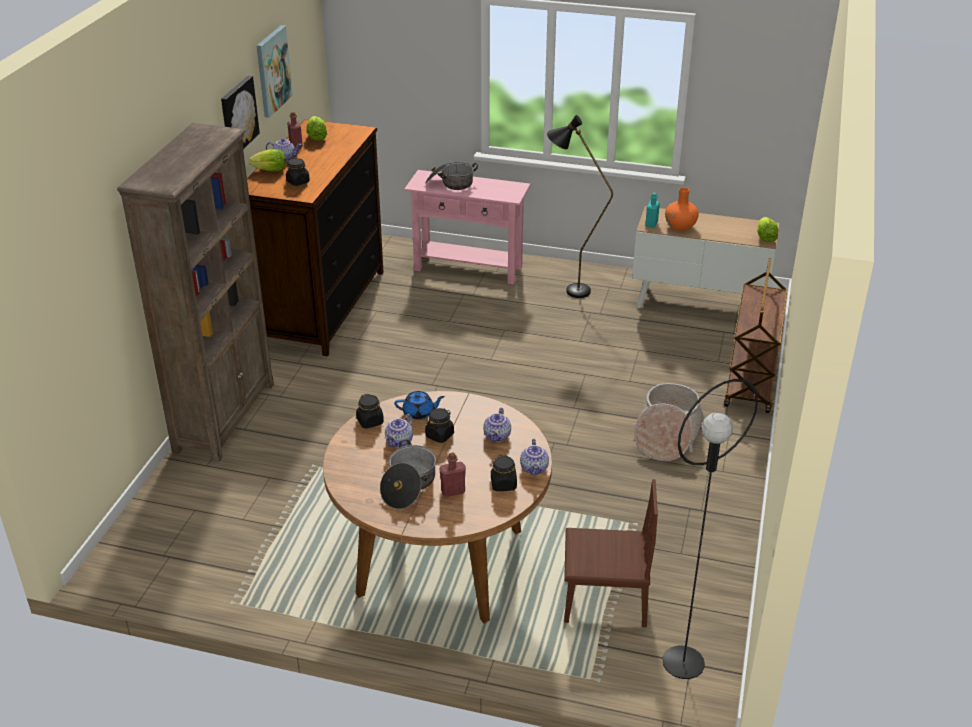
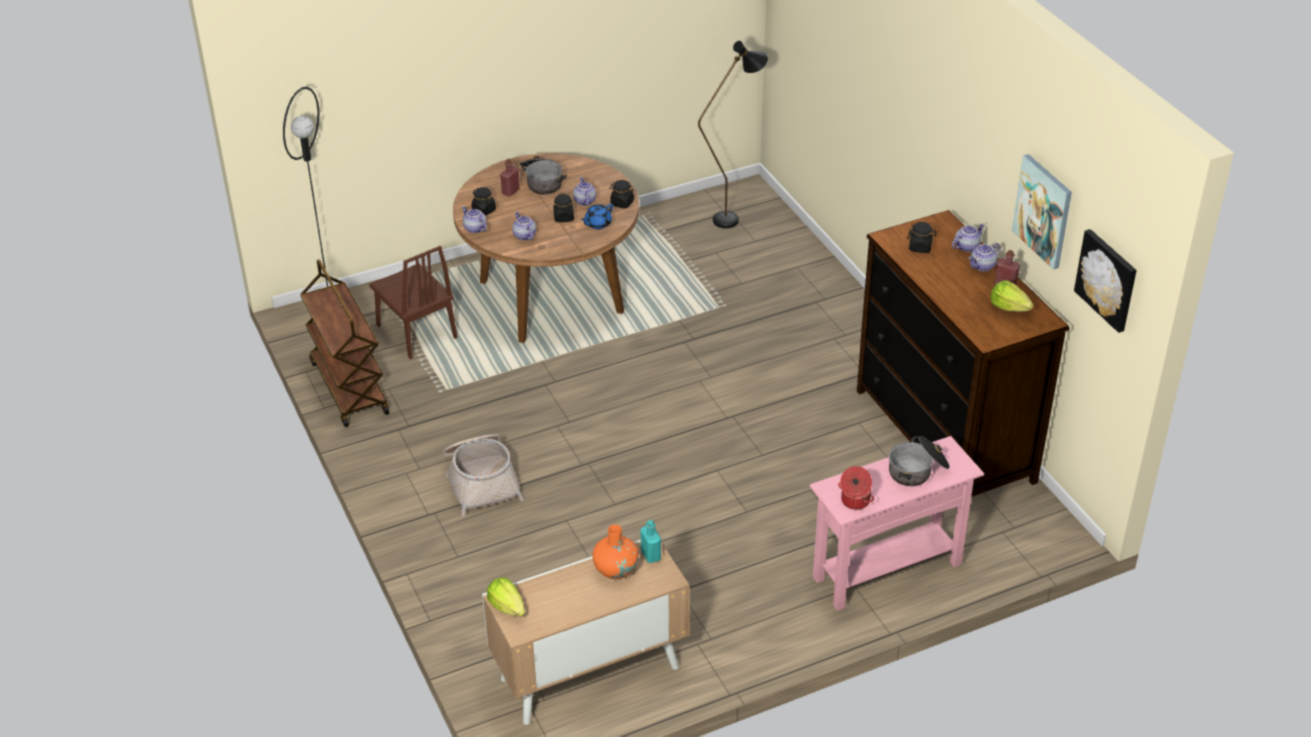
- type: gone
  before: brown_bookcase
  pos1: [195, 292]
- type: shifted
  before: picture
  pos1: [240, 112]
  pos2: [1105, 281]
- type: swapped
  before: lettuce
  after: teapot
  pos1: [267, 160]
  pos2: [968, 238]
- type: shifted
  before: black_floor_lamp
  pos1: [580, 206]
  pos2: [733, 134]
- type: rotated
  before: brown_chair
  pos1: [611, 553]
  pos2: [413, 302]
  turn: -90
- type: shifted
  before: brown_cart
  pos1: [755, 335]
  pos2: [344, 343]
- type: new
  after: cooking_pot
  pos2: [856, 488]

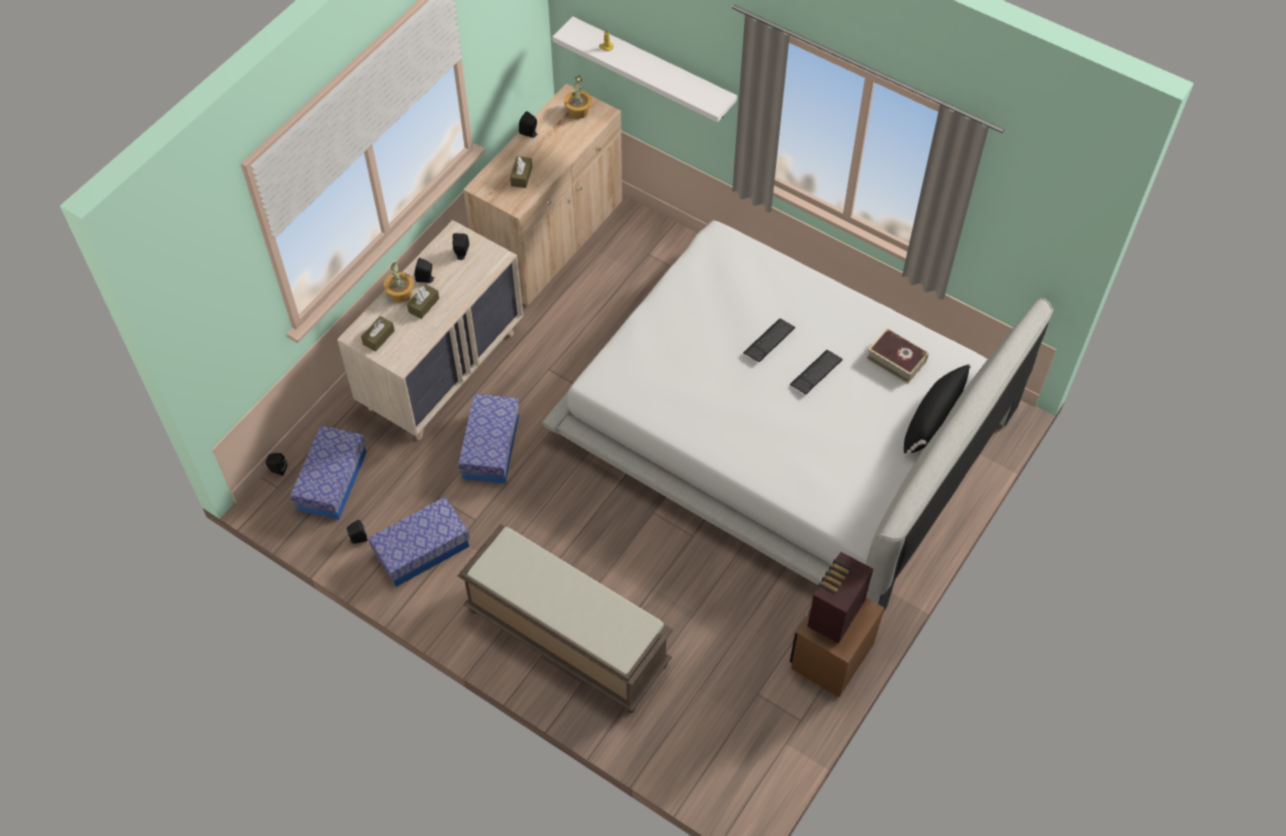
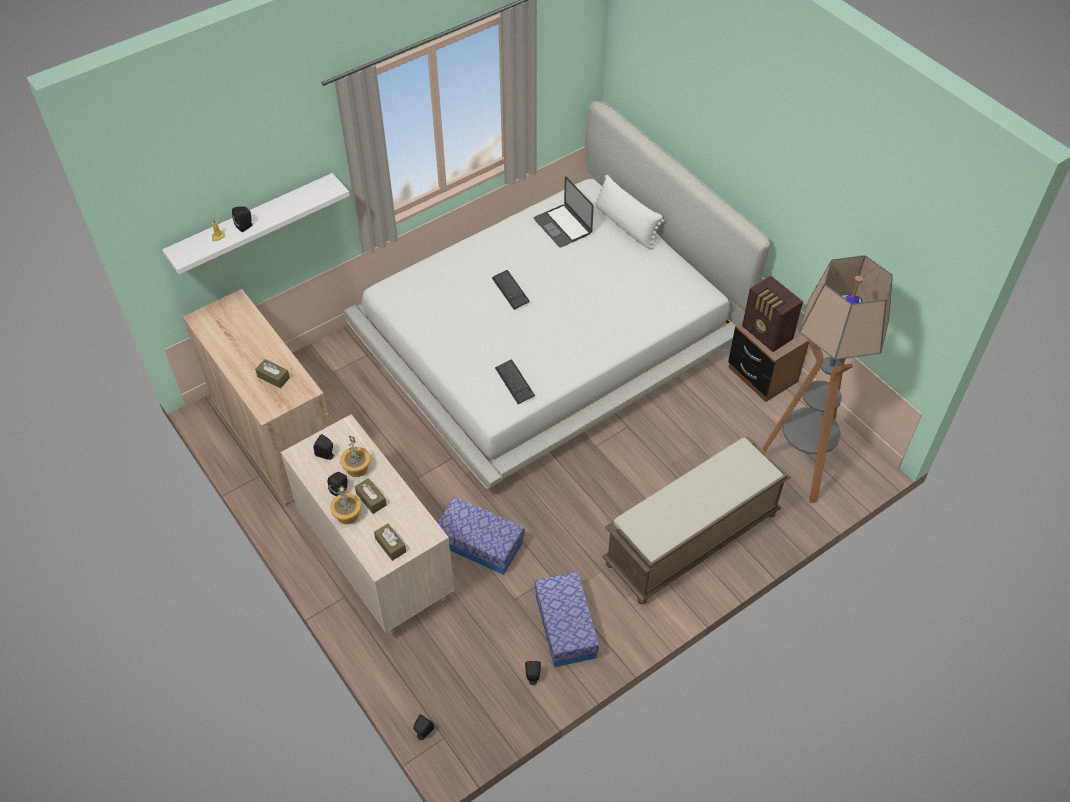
- type: gone
  before: storage_box
  pos1: [328, 472]
- type: shifted
  before: black_speaker
  pos1: [528, 124]
  pos2: [242, 219]
- type: shifted
  before: potted_plant
  pos1: [578, 97]
  pos2: [355, 456]
- type: shifted
  before: keyboard
  pos1: [816, 372]
  pos2: [515, 381]
- type: swapped
  before: book
  after: laptop
  pos1: [897, 355]
  pos2: [564, 211]
- type: repainted
  before: black_pillow
  after: white_pillow
  pos1: [938, 411]
  pos2: [630, 212]
- type: new
  after: floor_lamp
  pos2: [827, 379]

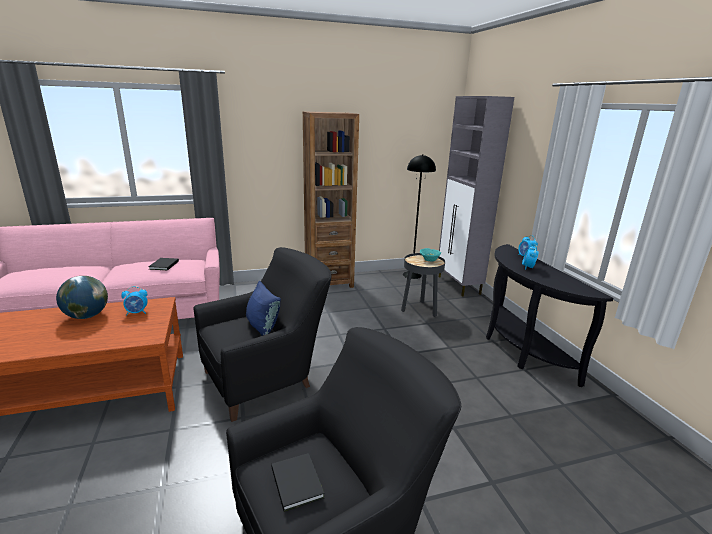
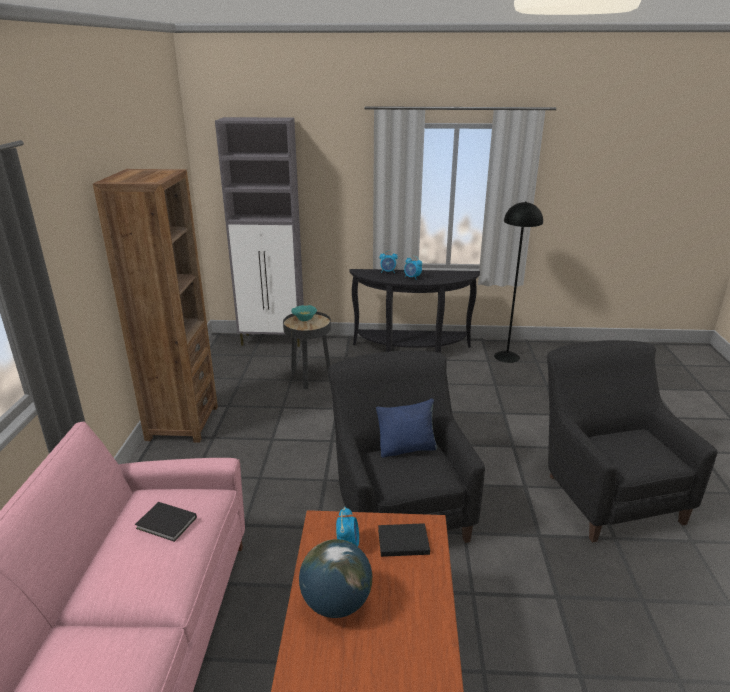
- type: shifted
  before: black_book
  pos1: [298, 482]
  pos2: [404, 540]
- type: shifted
  before: black_floor_lamp
  pos1: [419, 216]
  pos2: [518, 282]

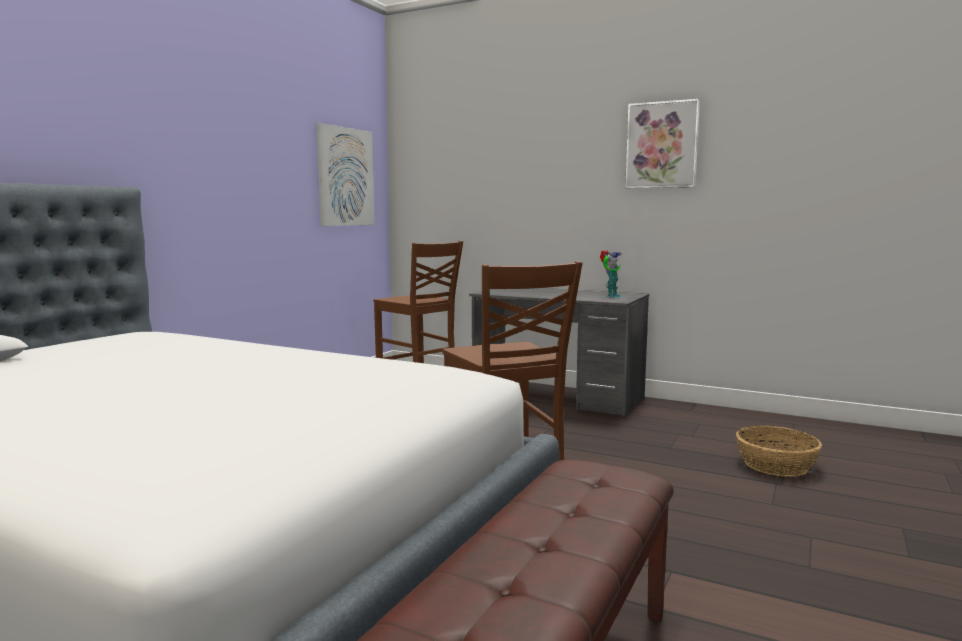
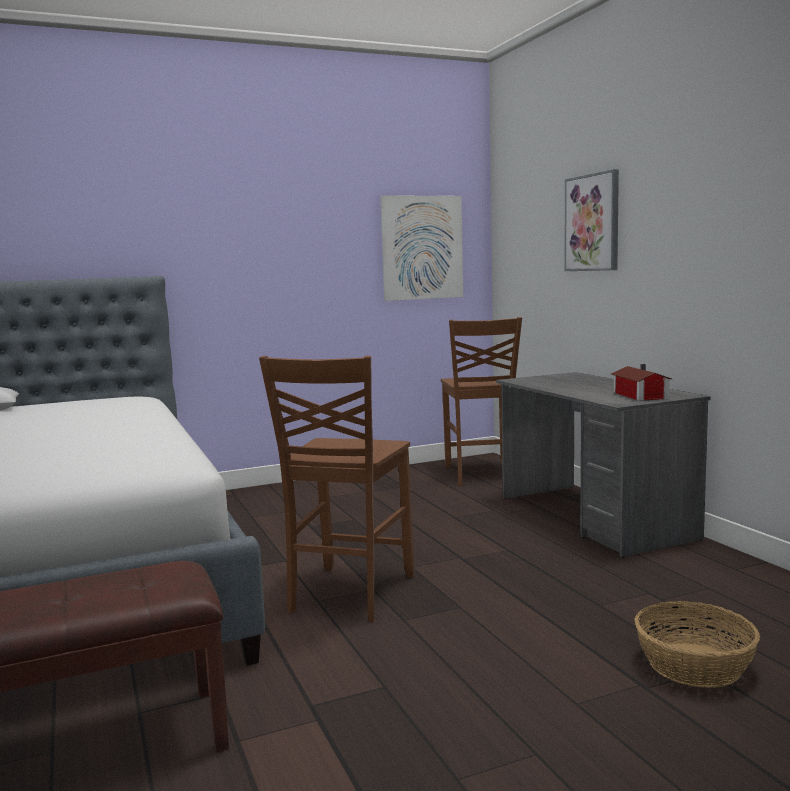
- type: swapped
  before: toy_robot
  after: toy_house
  pos1: [611, 274]
  pos2: [642, 382]
- type: shifted
  before: picture
  pos1: [662, 143]
  pos2: [592, 220]

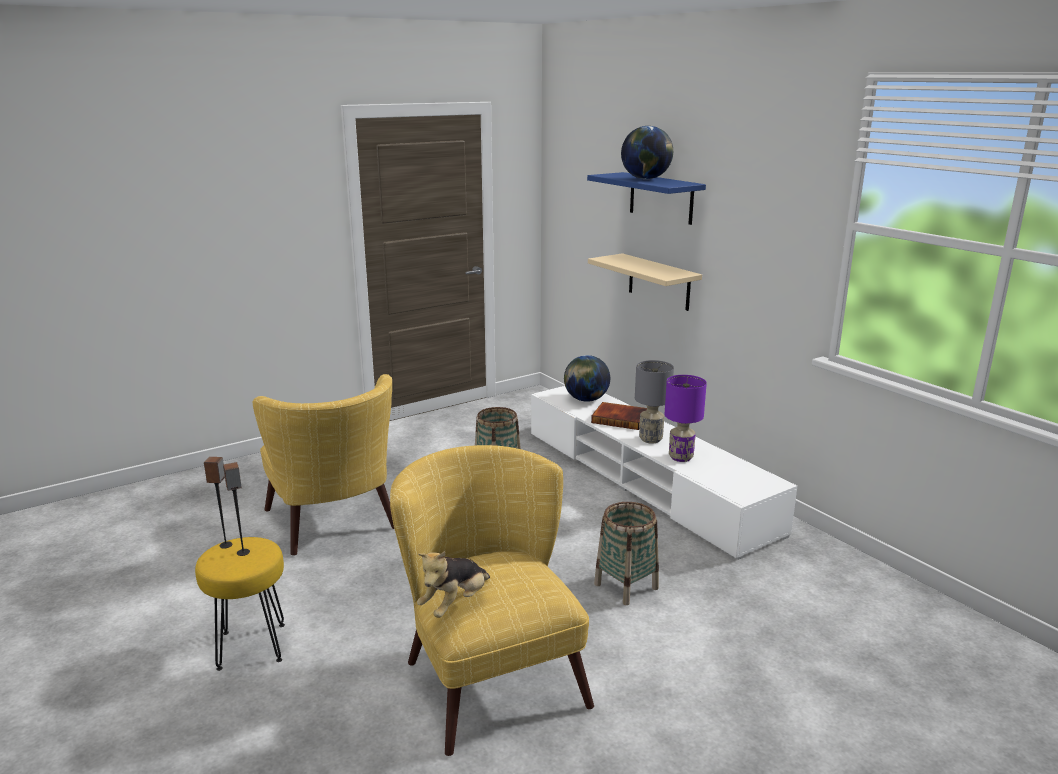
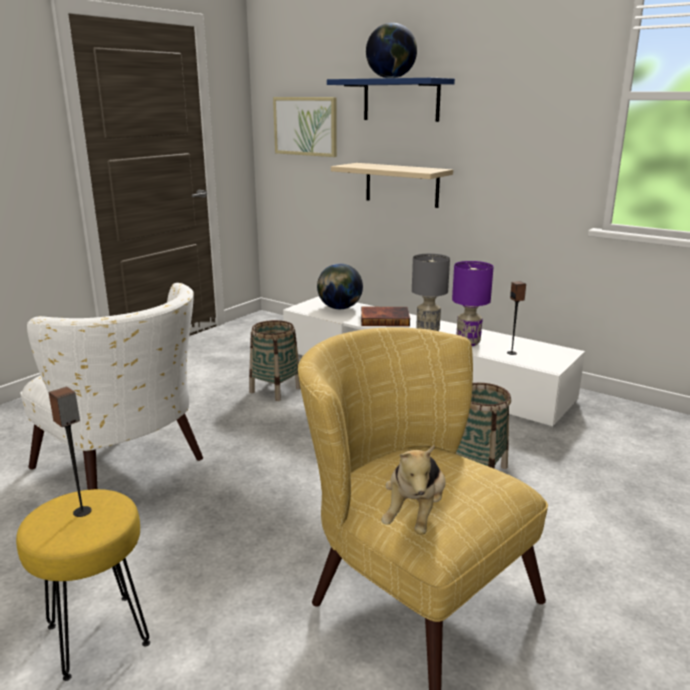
- type: shifted
  before: speaker
  pos1: [218, 503]
  pos2: [516, 318]
- type: repainted
  before: yellow_armchair
  after: white_armchair
  pos1: [323, 465]
  pos2: [111, 386]
- type: new
  after: picture
  pos2: [305, 127]

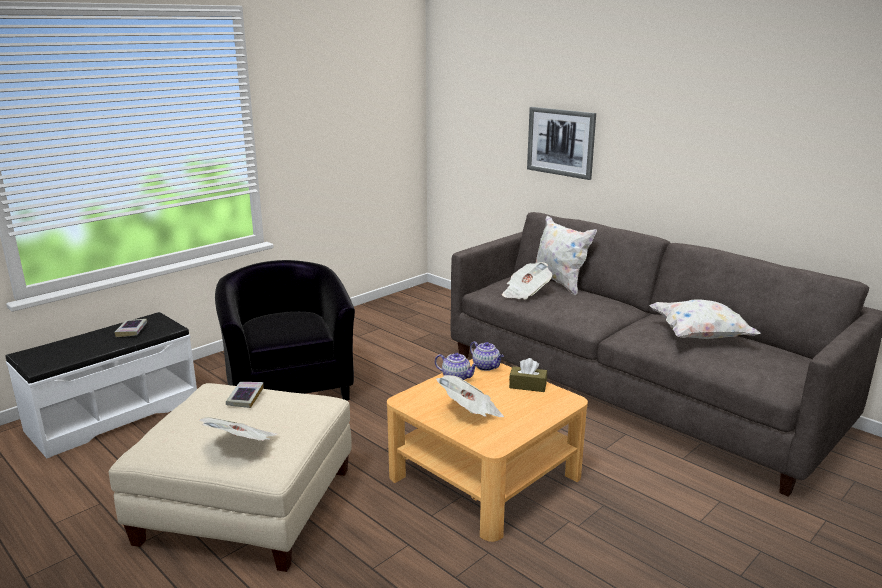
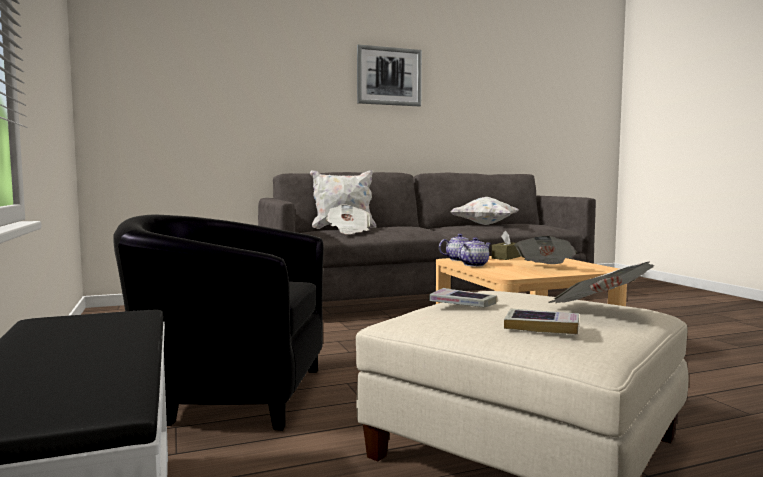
- type: shifted
  before: book
  pos1: [130, 328]
  pos2: [541, 321]
- type: shifted
  before: picture
  pos1: [561, 143]
  pos2: [389, 75]

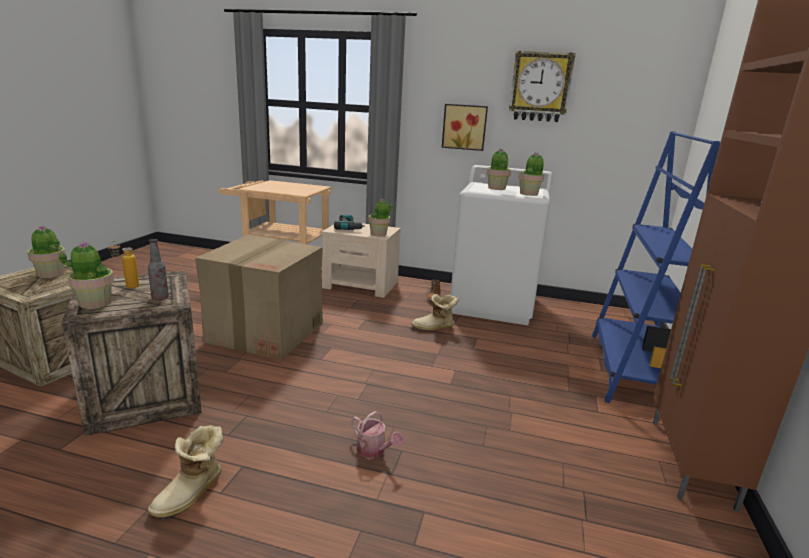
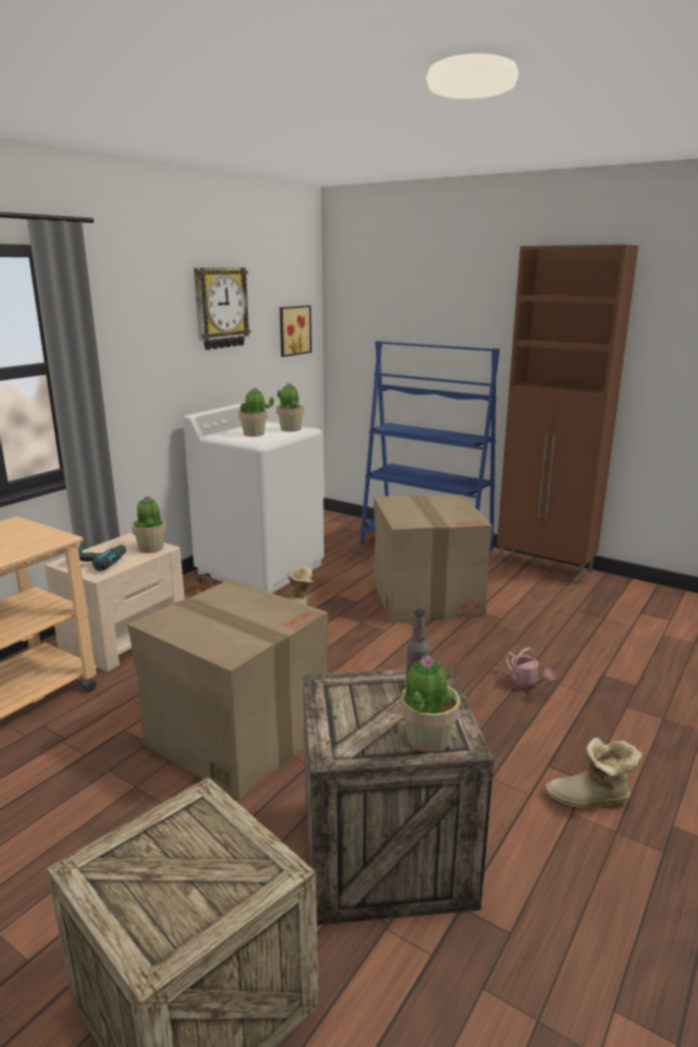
- type: gone
  before: potted_plant
  pos1: [46, 251]
- type: gone
  before: bottle
  pos1: [123, 264]
- type: rotated
  before: boot
  pos1: [185, 472]
  pos2: [593, 773]
  turn: 135
- type: rotated
  before: watering_can
  pos1: [377, 434]
  pos2: [530, 669]
  turn: 90
- type: shifted
  before: picture
  pos1: [465, 127]
  pos2: [296, 331]
- type: new
  after: cardboard_box
  pos2: [433, 559]

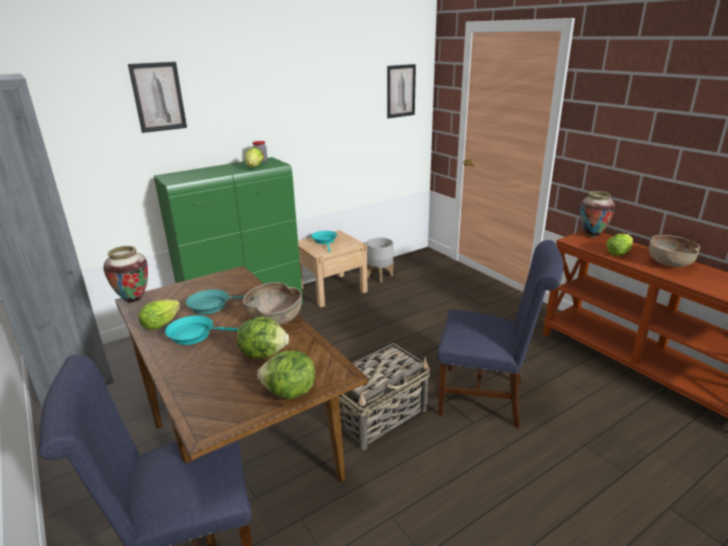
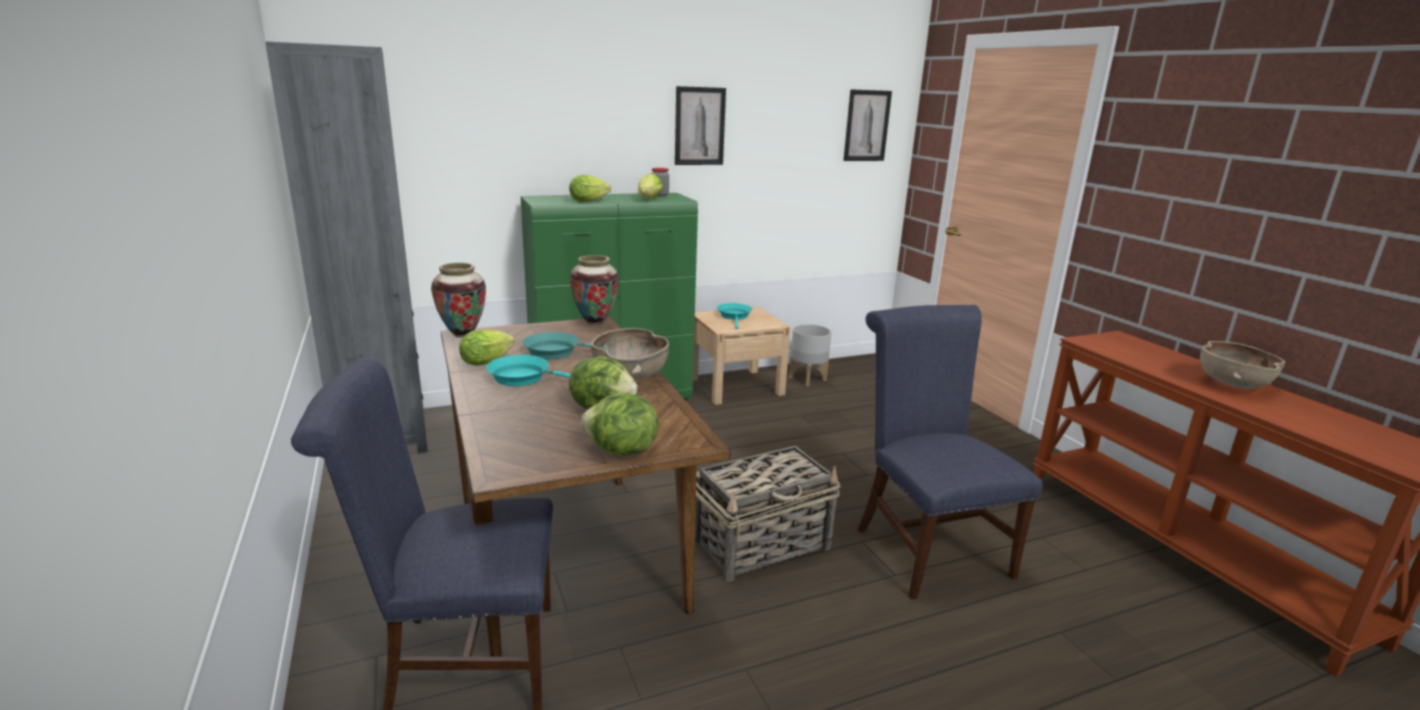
- type: shifted
  before: picture
  pos1: [157, 97]
  pos2: [700, 125]
- type: rotated
  before: blue_chair
  pos1: [500, 334]
  pos2: [950, 452]
  turn: -135
- type: shifted
  before: vase
  pos1: [597, 214]
  pos2: [594, 290]
- type: shifted
  before: lettuce
  pos1: [619, 245]
  pos2: [590, 188]

